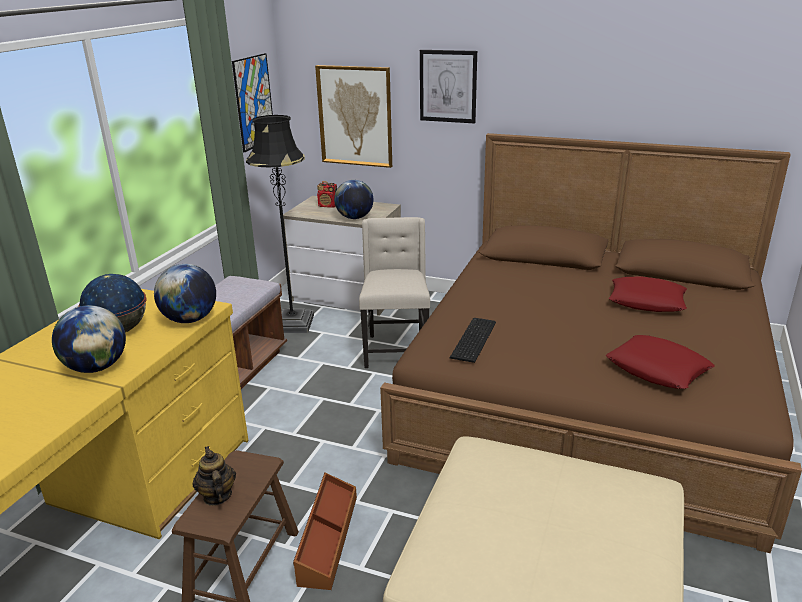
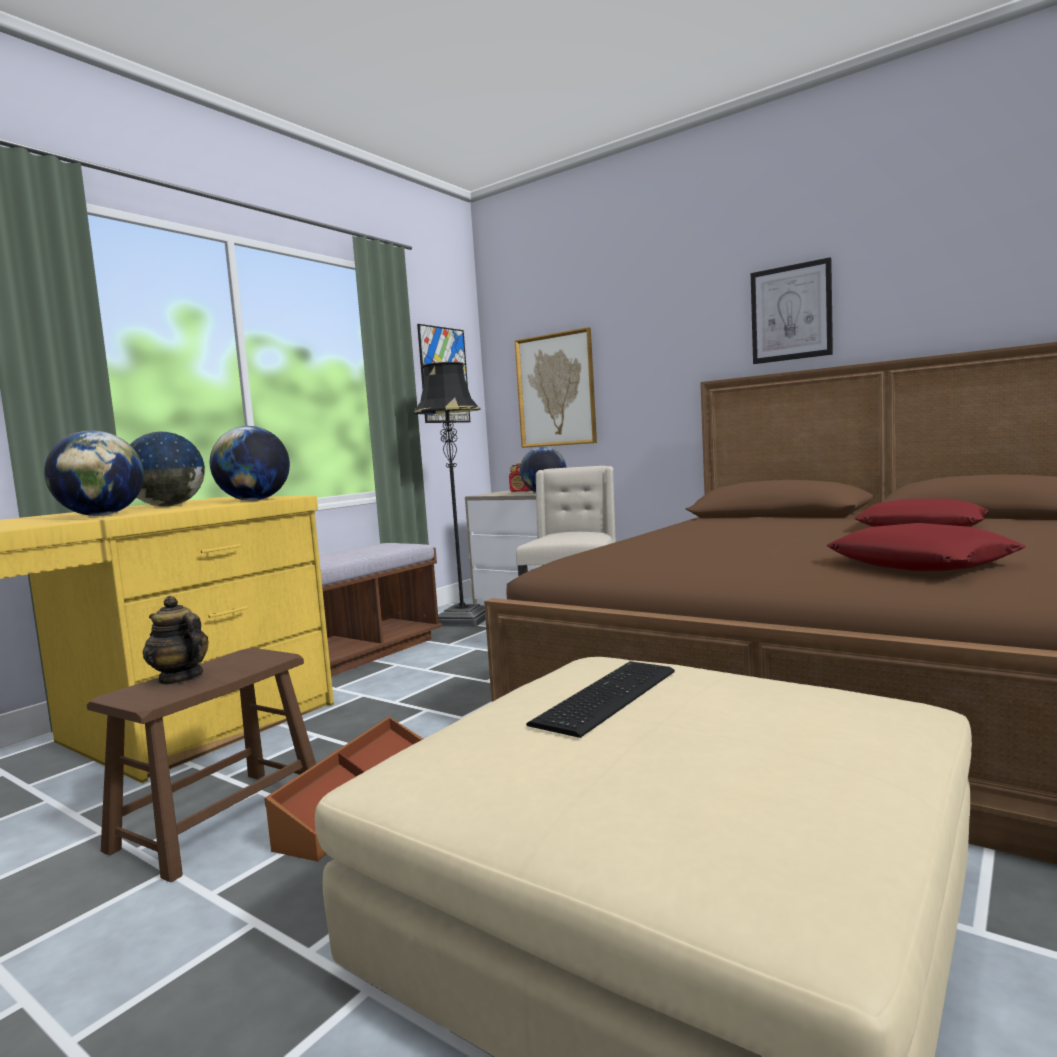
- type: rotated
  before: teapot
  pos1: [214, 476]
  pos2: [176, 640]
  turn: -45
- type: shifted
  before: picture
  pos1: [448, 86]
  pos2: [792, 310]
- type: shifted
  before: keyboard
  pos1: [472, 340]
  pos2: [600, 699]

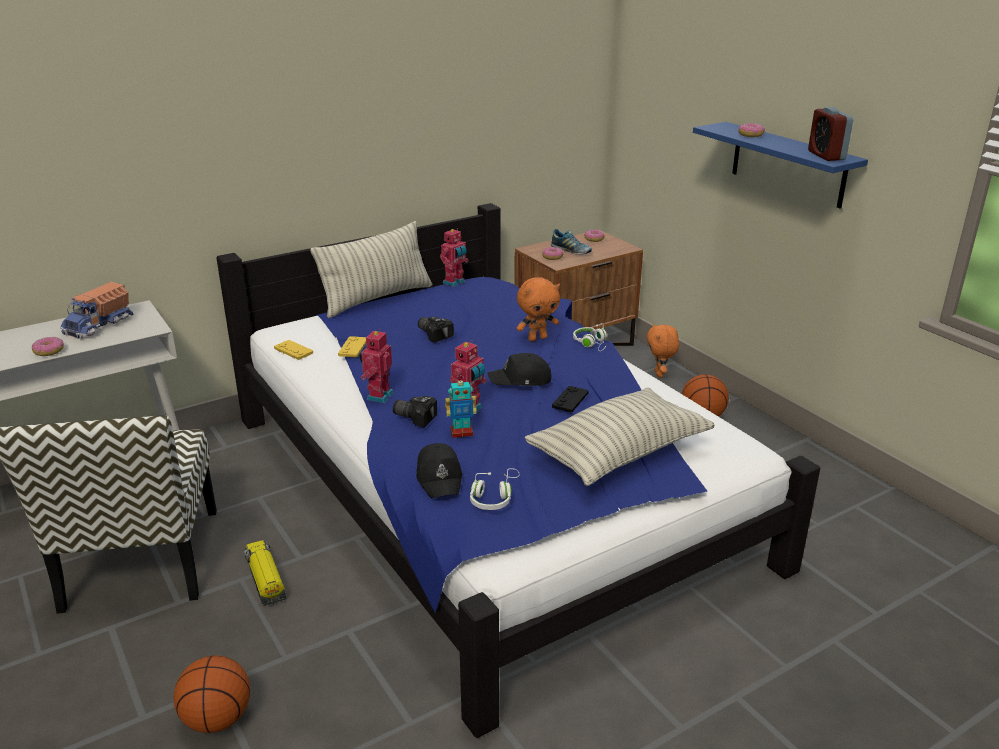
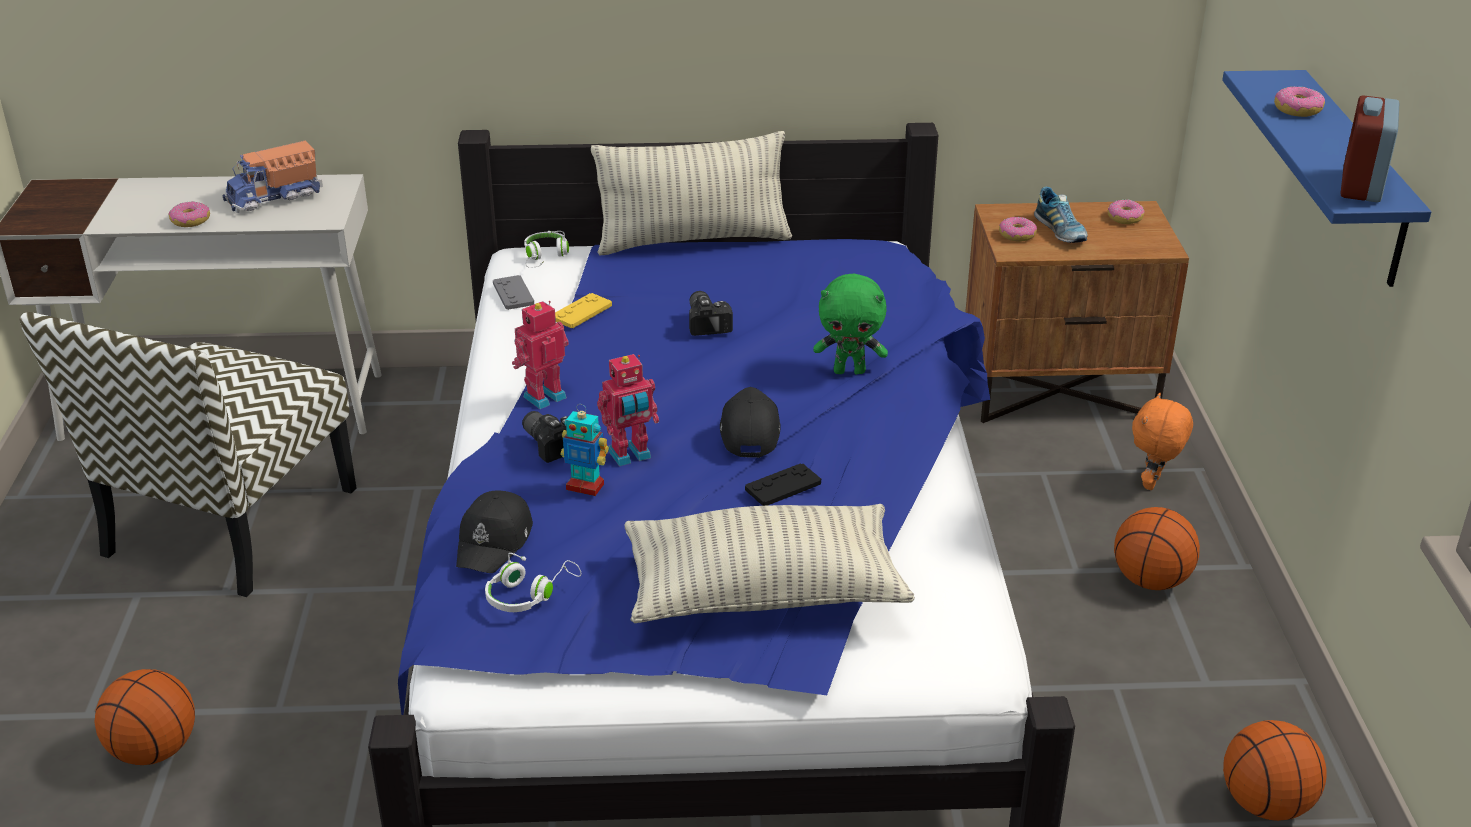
- type: gone
  before: toy_truck
  pos1: [265, 573]
- type: repainted
  before: yellow_game_controller
  after: grey_game_controller
  pos1: [293, 350]
  pos2: [513, 292]
- type: gone
  before: toy_robot
  pos1: [454, 257]
- type: rotated
  before: black_cap
  pos1: [519, 369]
  pos2: [750, 422]
  turn: 60
- type: repainted
  before: orange_plush_toy
  after: green_plush_toy
  pos1: [538, 309]
  pos2: [850, 324]
- type: shifted
  before: white_headphones
  pos1: [590, 337]
  pos2: [546, 249]
- type: new
  after: basketball
  pos2: [1275, 770]

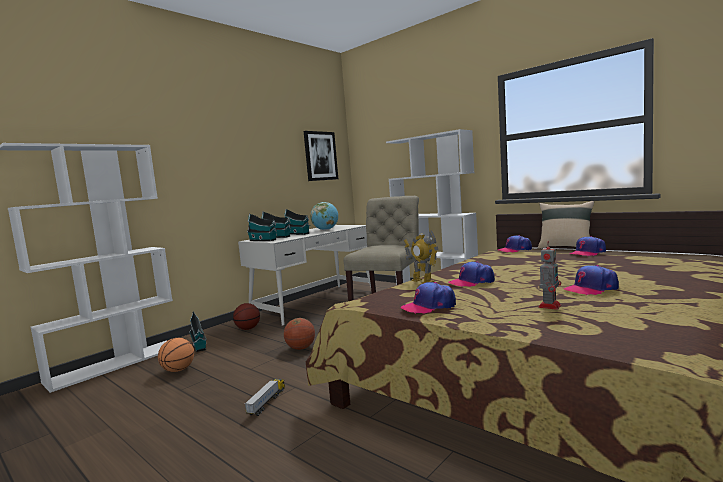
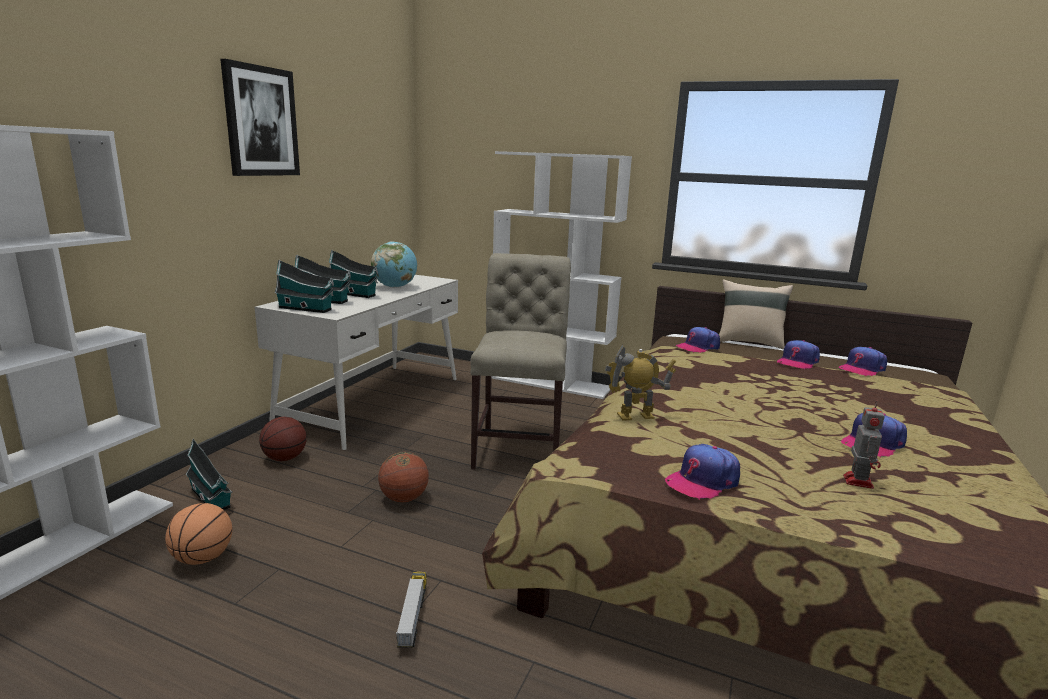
- type: shifted
  before: picture
  pos1: [321, 156]
  pos2: [260, 117]
- type: rotated
  before: toy_robot
  pos1: [421, 257]
  pos2: [640, 383]
  turn: 135
- type: shifted
  before: cap
  pos1: [471, 274]
  pos2: [863, 361]

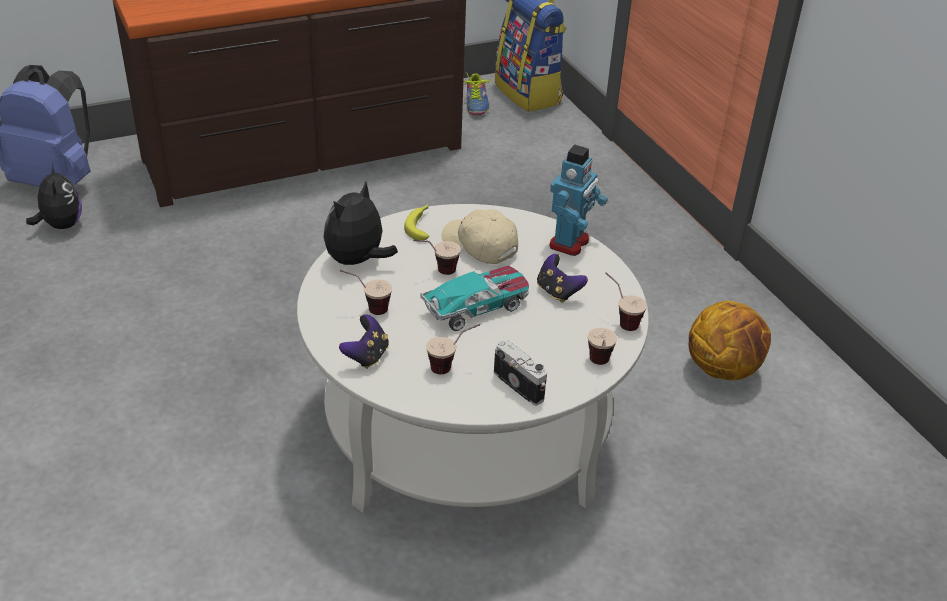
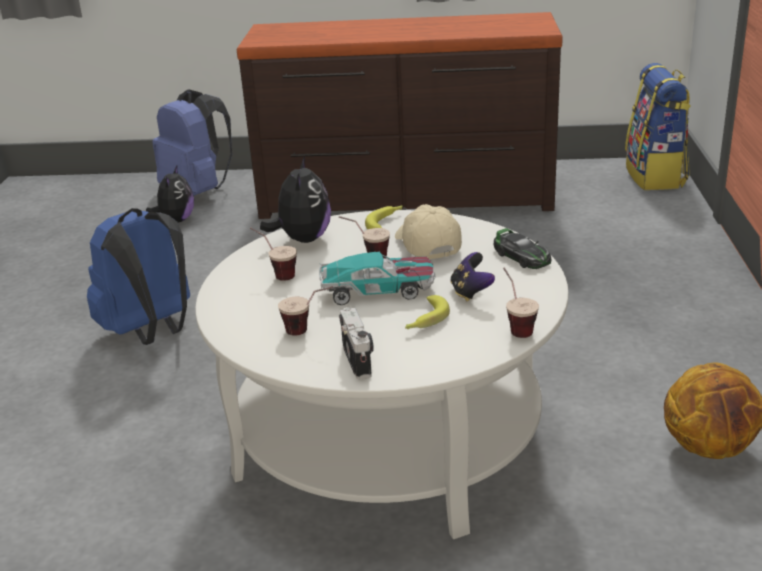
- type: rotated
  before: plush_toy
  pos1: [361, 223]
  pos2: [295, 199]
  turn: 120
- type: gone
  before: game_controller
  pos1: [364, 341]
- type: gone
  before: shoe
  pos1: [476, 94]
- type: swapped
  before: toy_robot
  after: toy_car
  pos1: [579, 200]
  pos2: [522, 248]
- type: gone
  before: cup
  pos1: [602, 346]
- type: new
  after: blue_backpack
  pos2: [138, 276]
- type: new
  after: banana
  pos2: [427, 312]

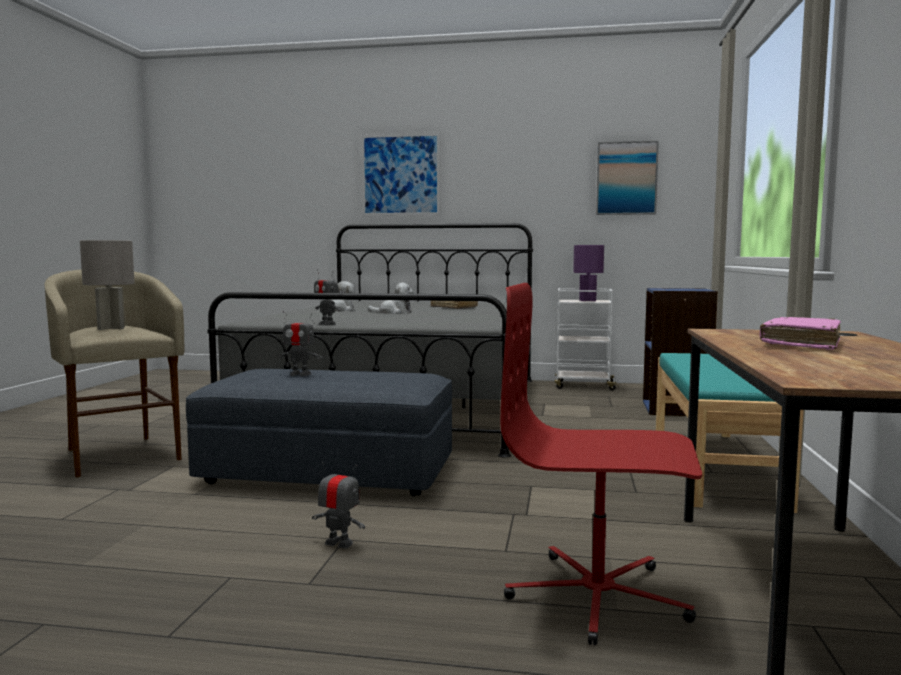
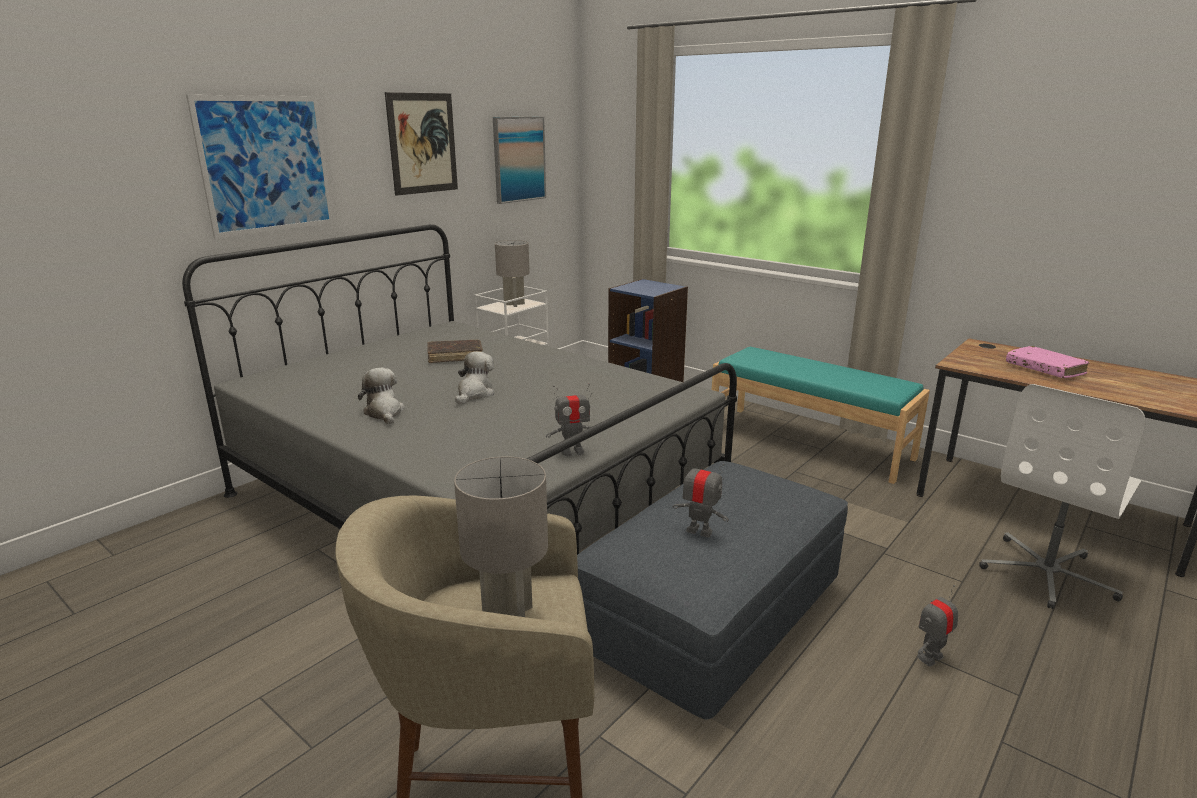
- type: rotated
  before: toy_robot
  pos1: [300, 343]
  pos2: [701, 497]
  turn: -105
- type: repainted
  before: red_office_chair
  after: white_office_chair
  pos1: [601, 464]
  pos2: [1062, 496]
- type: repainted
  before: purple_table_lamp
  after: grey_table_lamp
  pos1: [588, 273]
  pos2: [512, 273]
- type: new
  after: picture
  pos2: [421, 144]

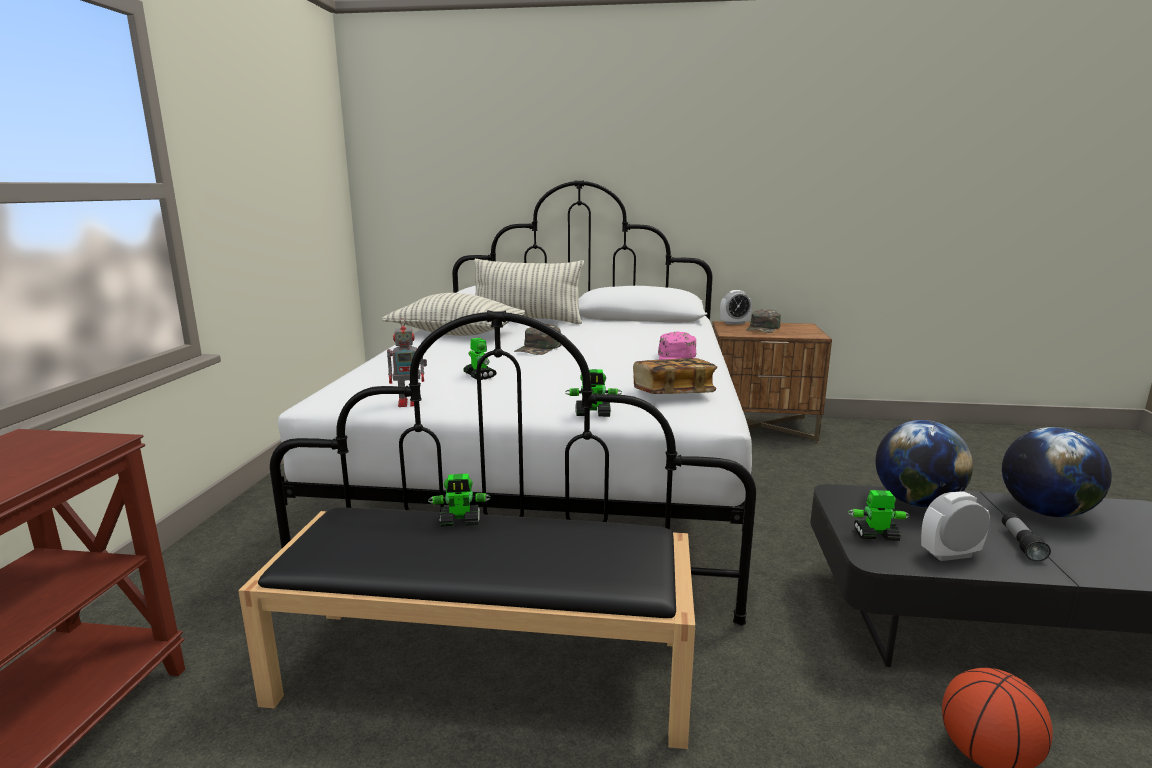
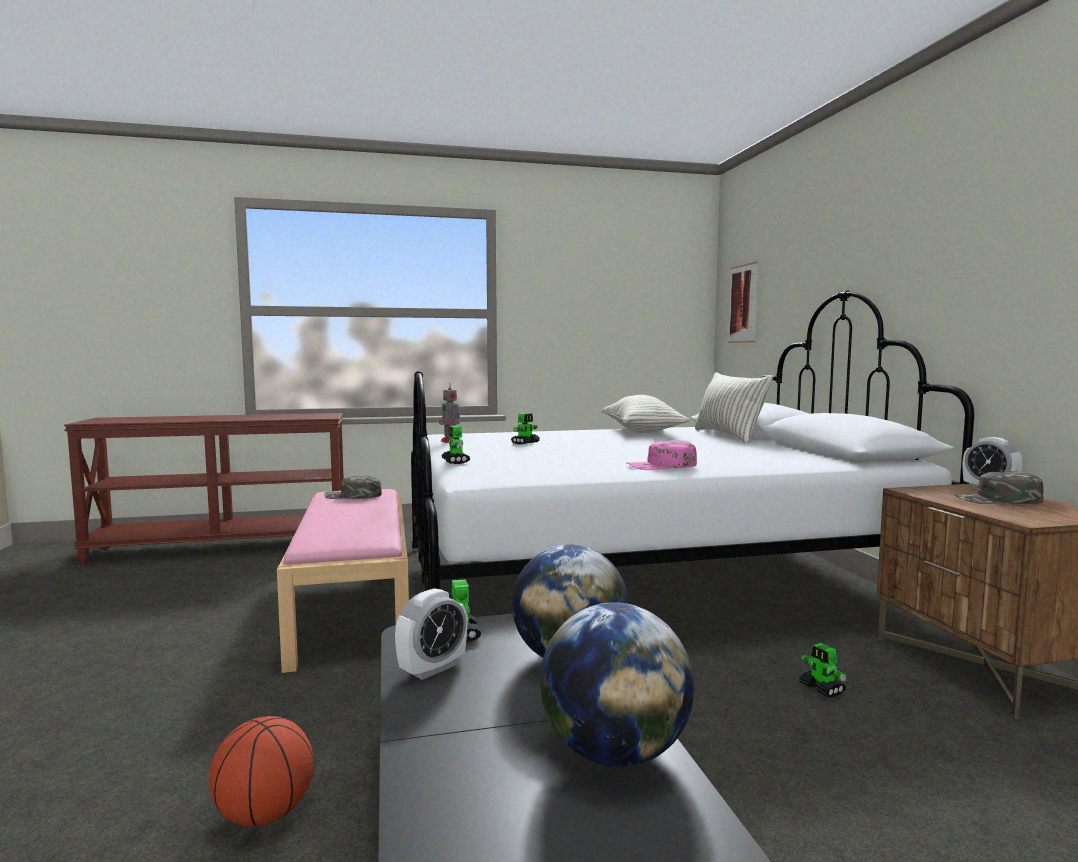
- type: repainted
  before: black_bench
  after: pink_bench
  pos1: [466, 628]
  pos2: [343, 581]
- type: shifted
  before: toy_robot
  pos1: [459, 500]
  pos2: [823, 670]
- type: shifted
  before: green_cap
  pos1: [537, 339]
  pos2: [353, 487]
- type: gone
  before: book
  pos1: [675, 376]
- type: rotated
  before: alarm_clock
  pos1: [955, 526]
  pos2: [431, 634]
  turn: 75
- type: gone
  before: flashlight
  pos1: [1026, 537]
- type: new
  after: picture
  pos2: [743, 302]

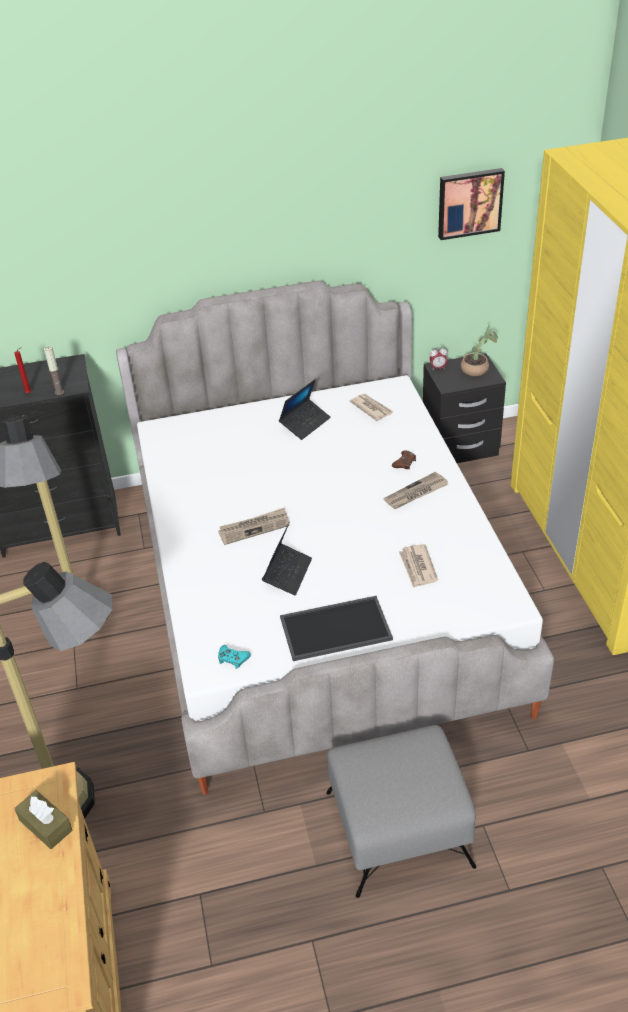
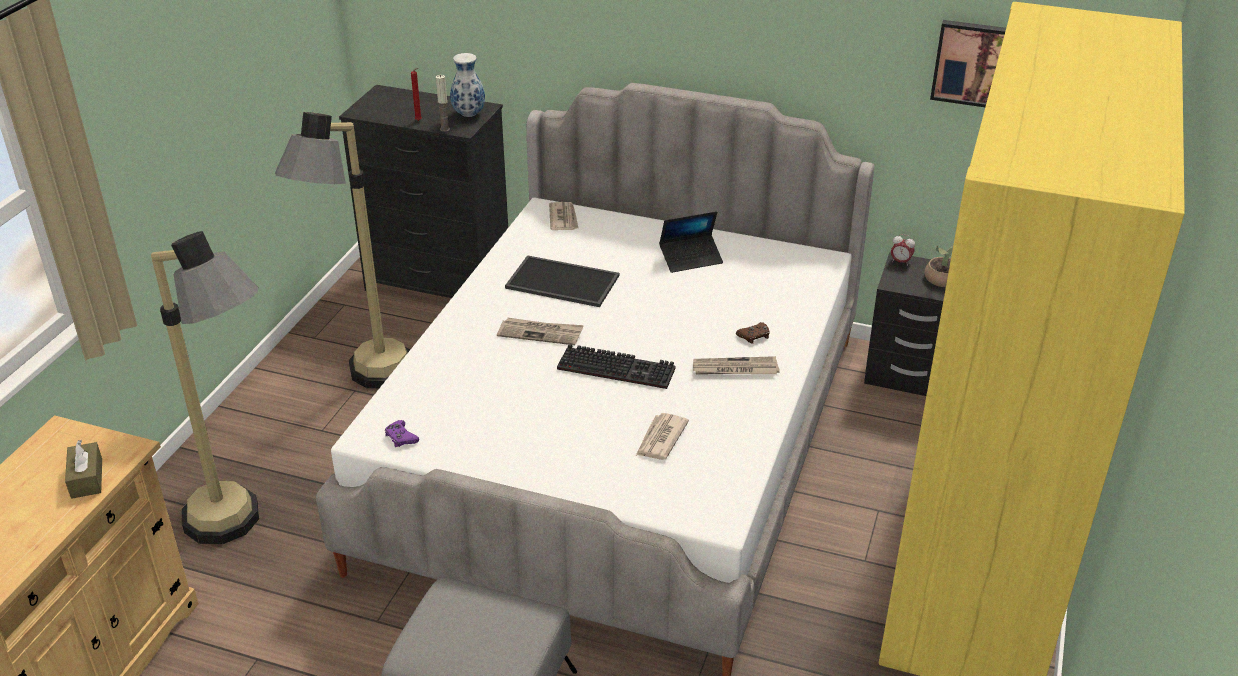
- type: repainted
  before: turquoise_game_controller
  after: purple_game_controller
  pos1: [234, 657]
  pos2: [402, 433]
- type: gone
  before: laptop
  pos1: [287, 558]
- type: shifted
  before: tray
  pos1: [336, 628]
  pos2: [562, 281]
- type: shifted
  before: newspaper
  pos1: [372, 407]
  pos2: [563, 216]
- type: new
  after: vase
  pos2: [467, 85]
- type: new
  after: keyboard
  pos2: [616, 366]

